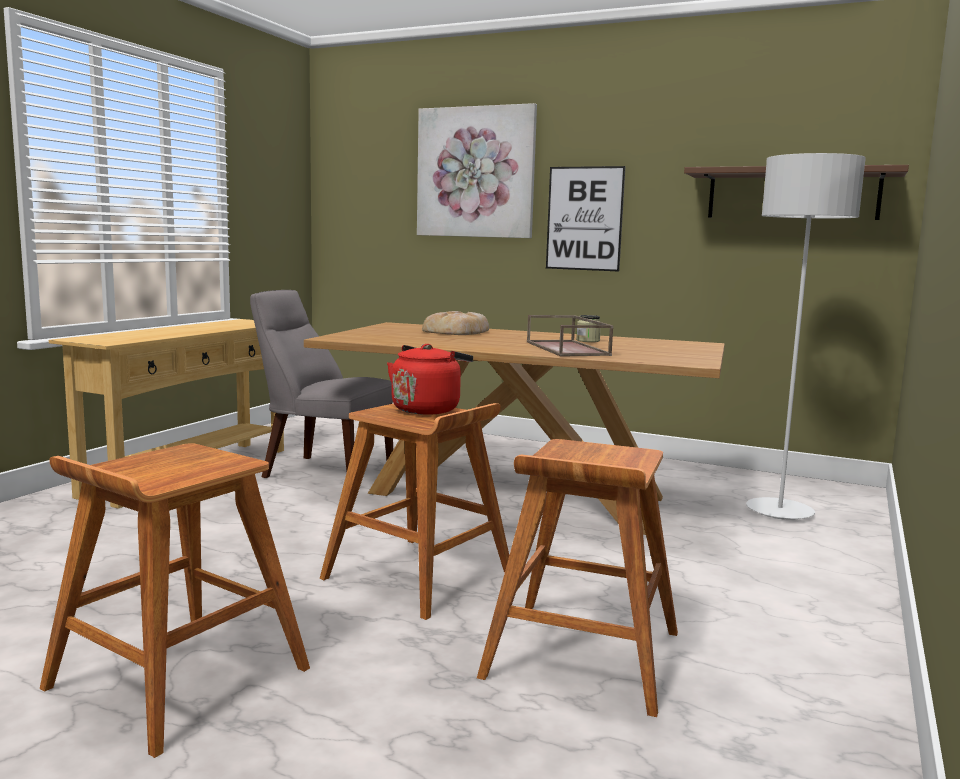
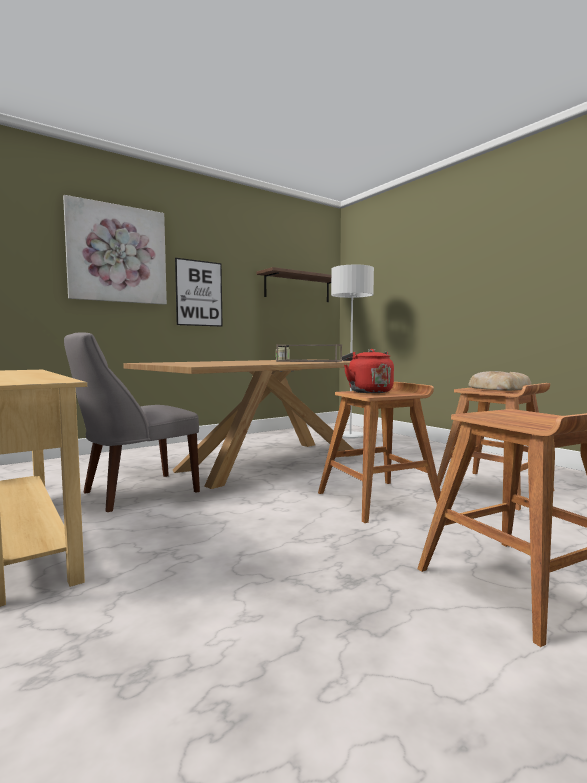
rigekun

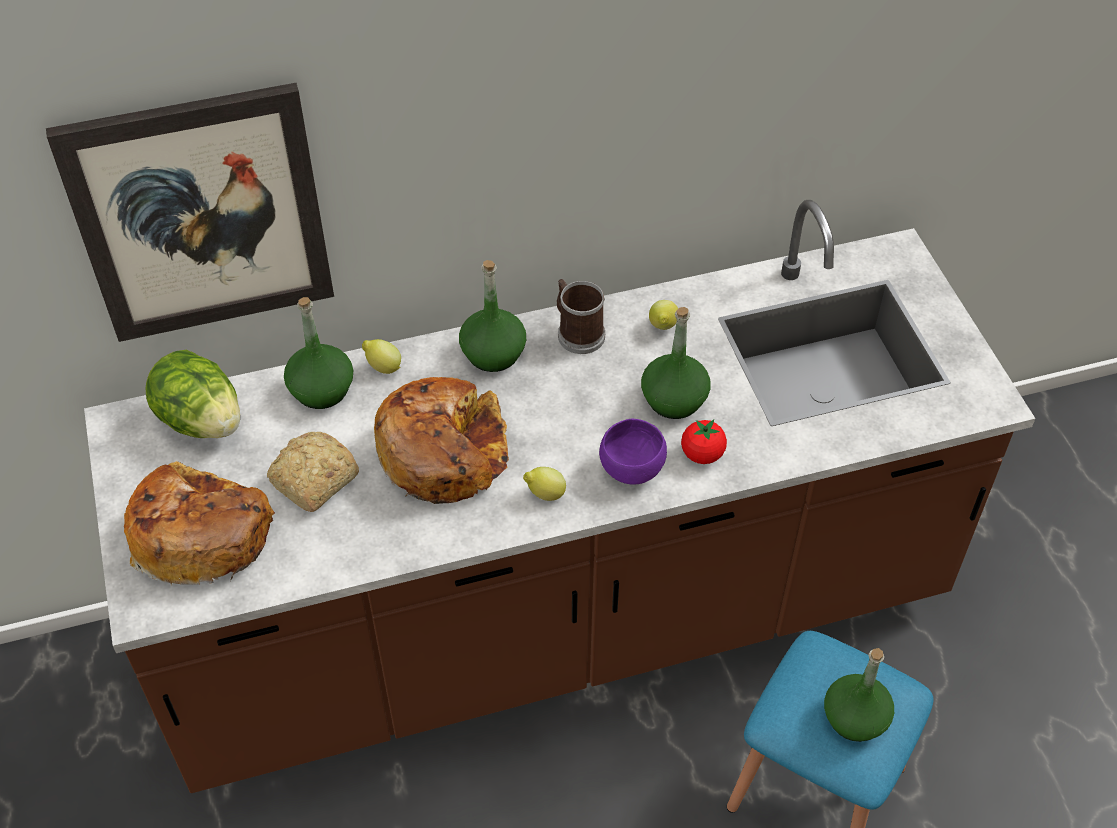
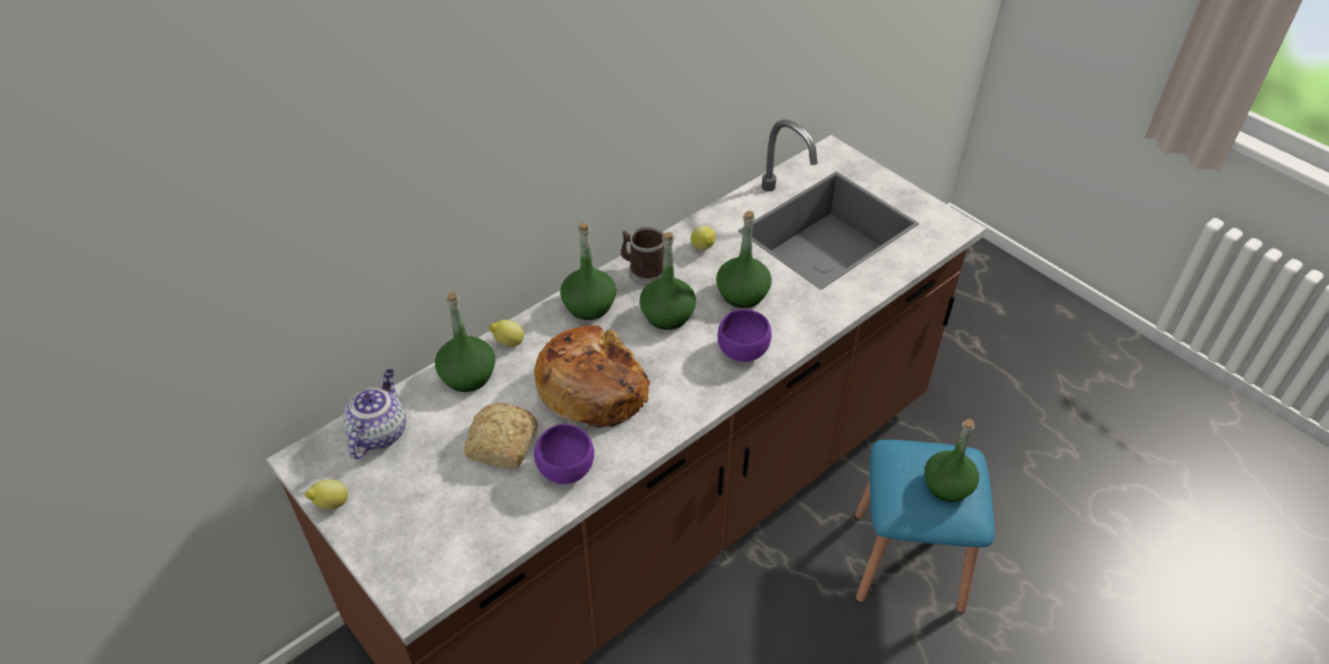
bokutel
rigekun (1st from left in the first image)
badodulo
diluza (1st from left)
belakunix
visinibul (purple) (1st from left)
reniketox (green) (3rd from left)

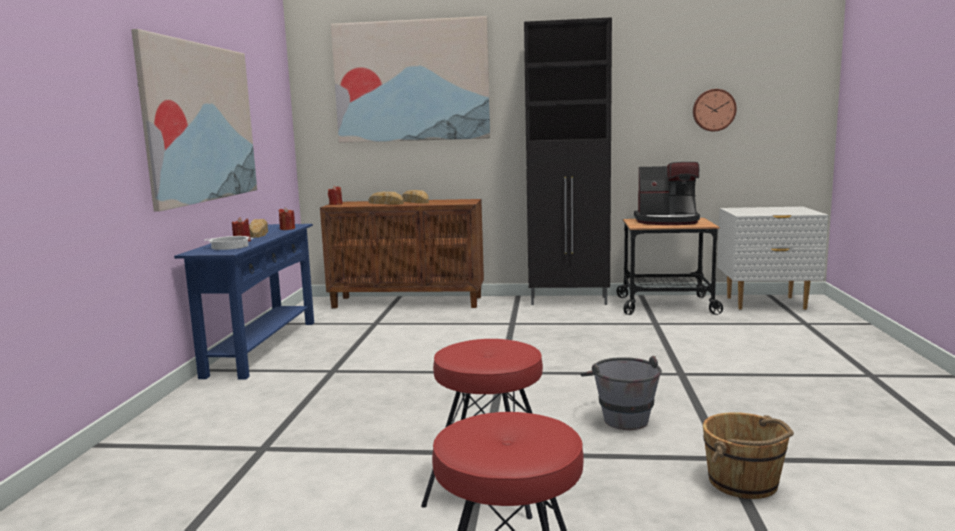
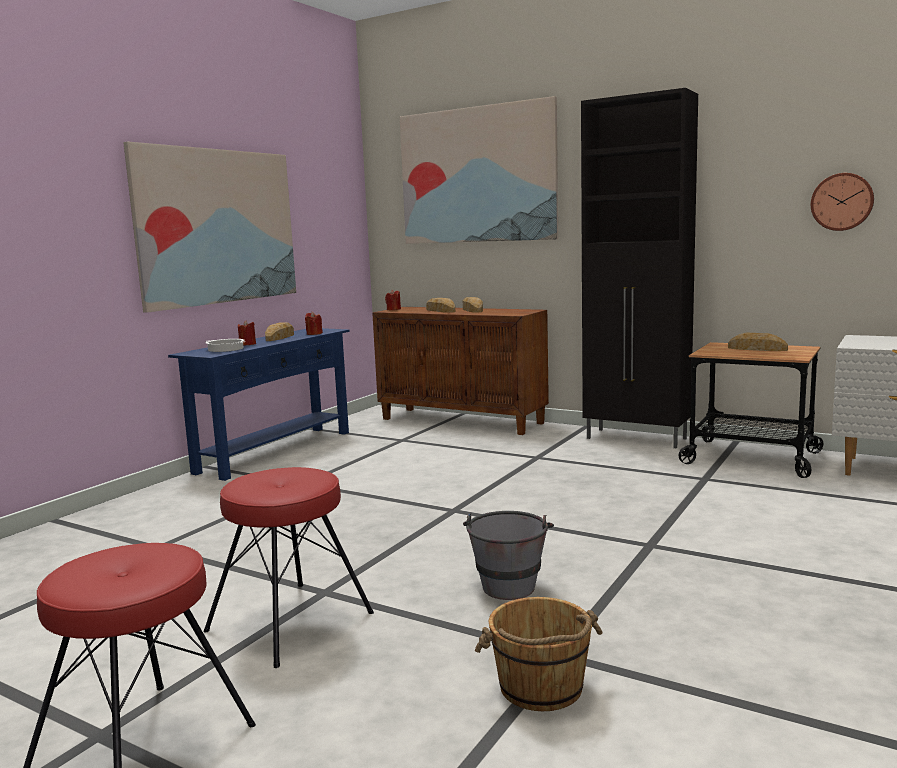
rigekun (4th from left)

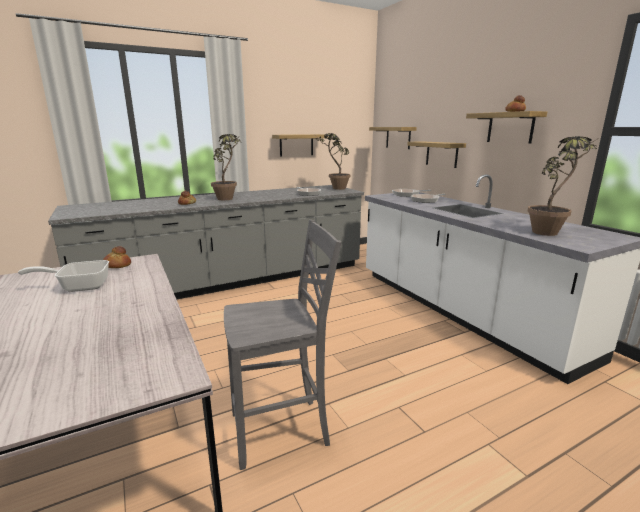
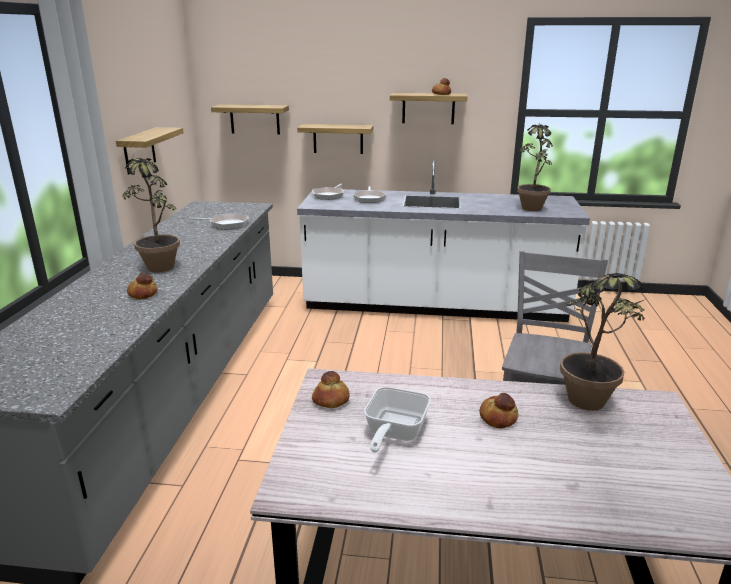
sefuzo (3rd from left)
rigekun (4th from left)

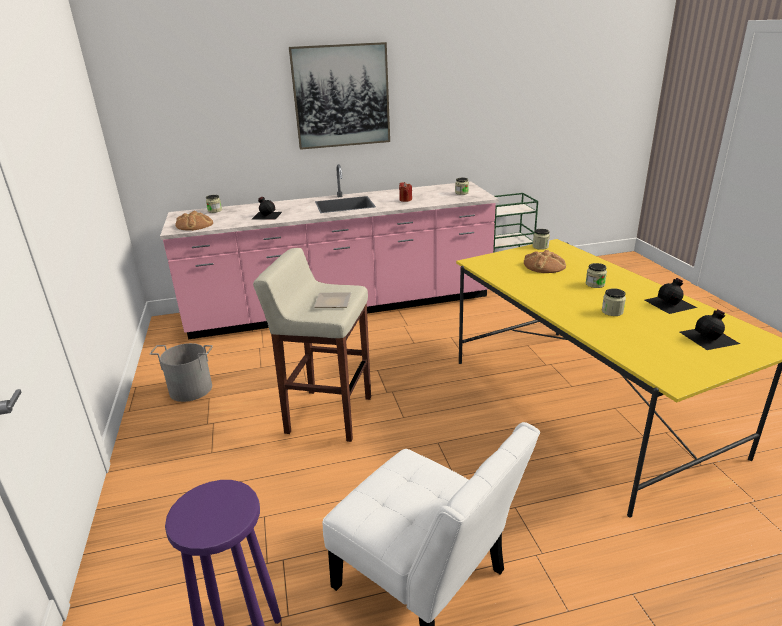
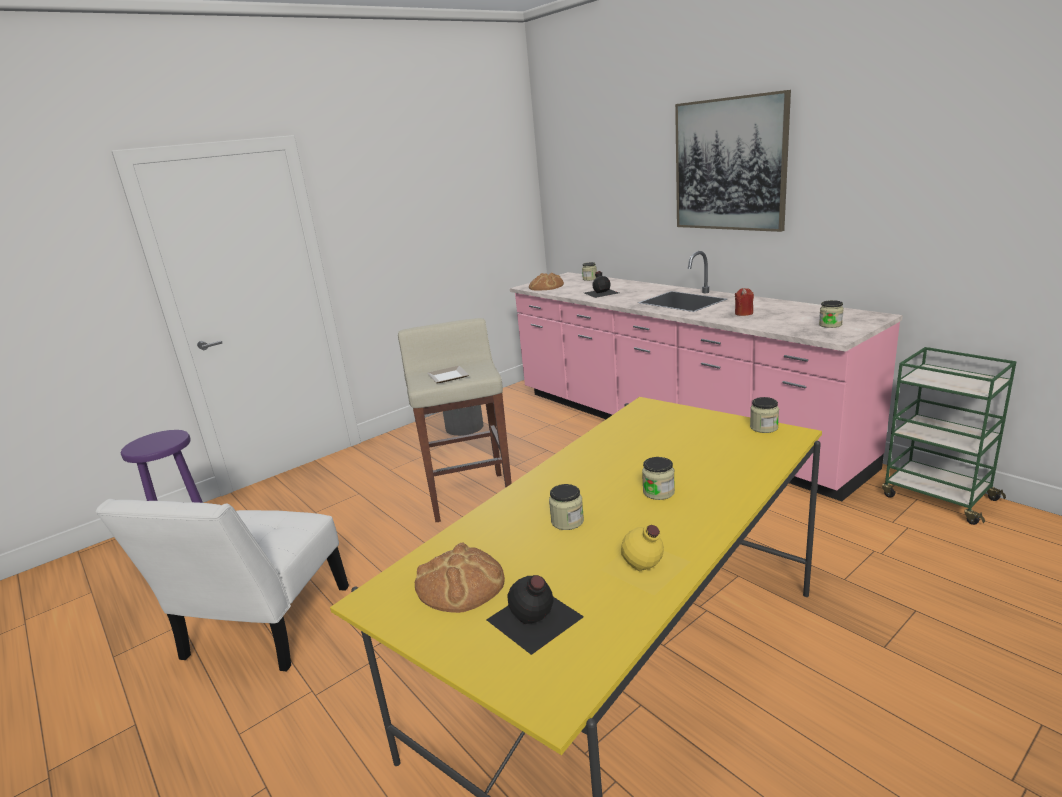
rigekun (1st from left)
reniketox (yellow)

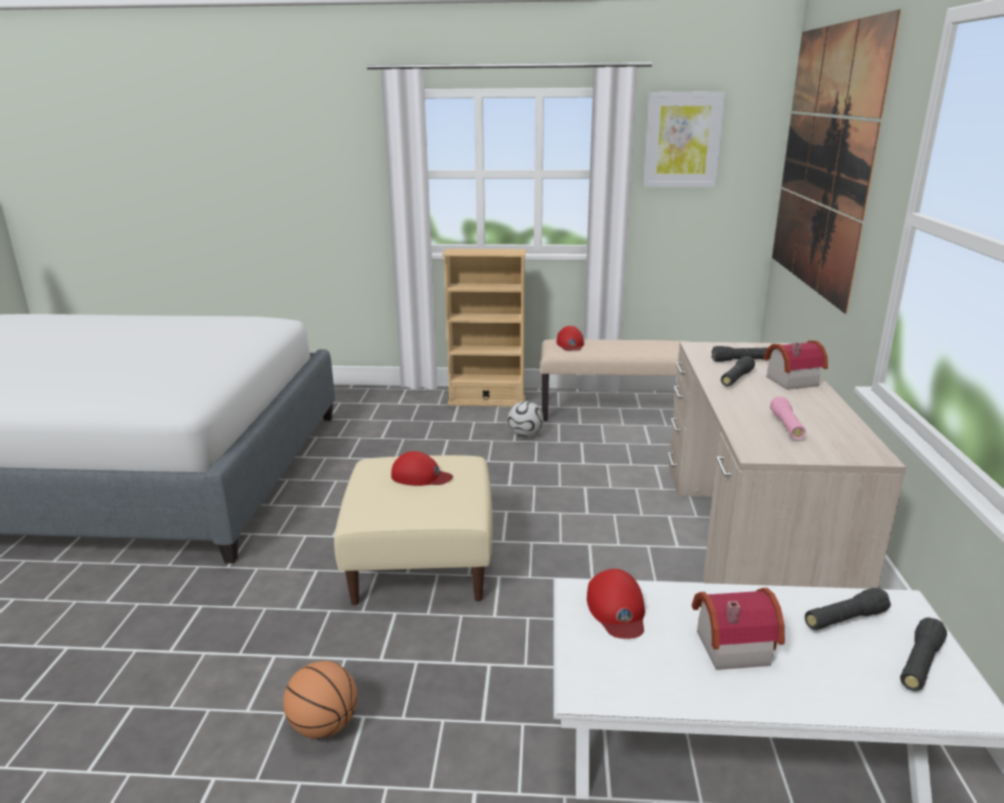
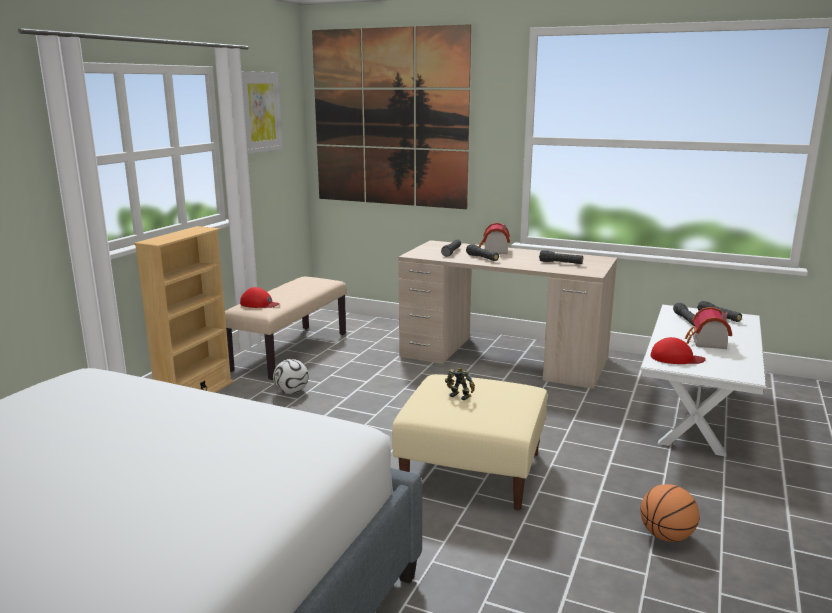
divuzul
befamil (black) (3rd from left)

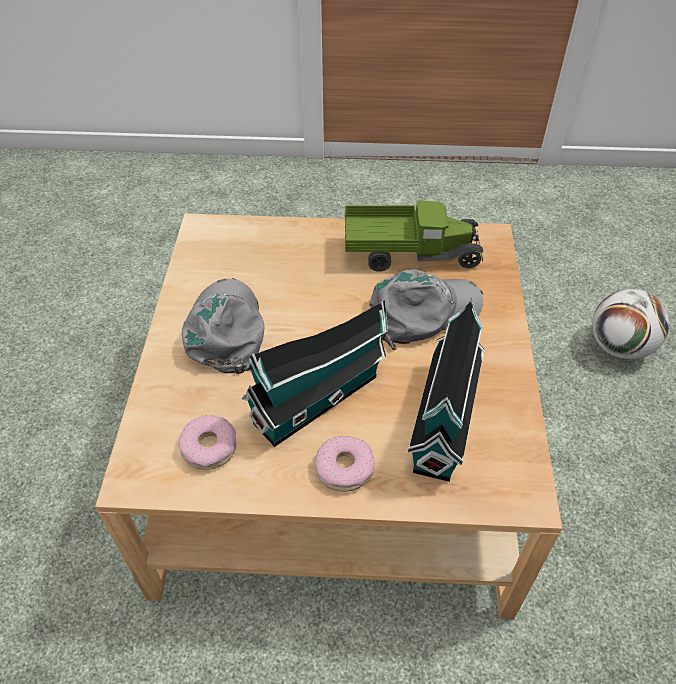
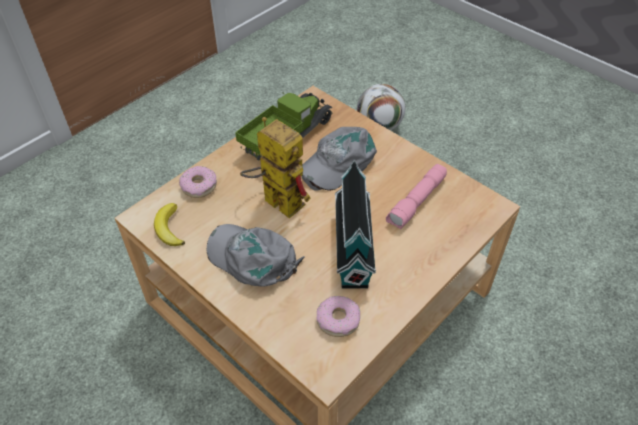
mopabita (1st from left)
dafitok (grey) (2nd from left)
befamil (pink)
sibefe
divuzul

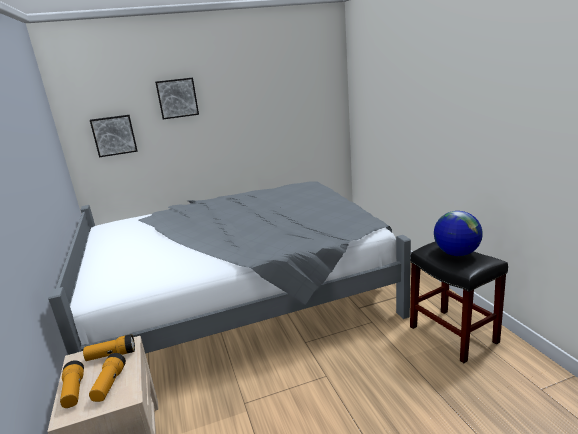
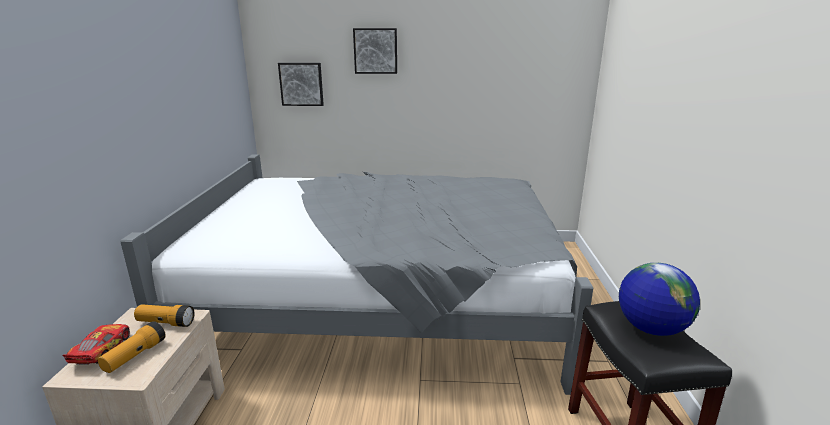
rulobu

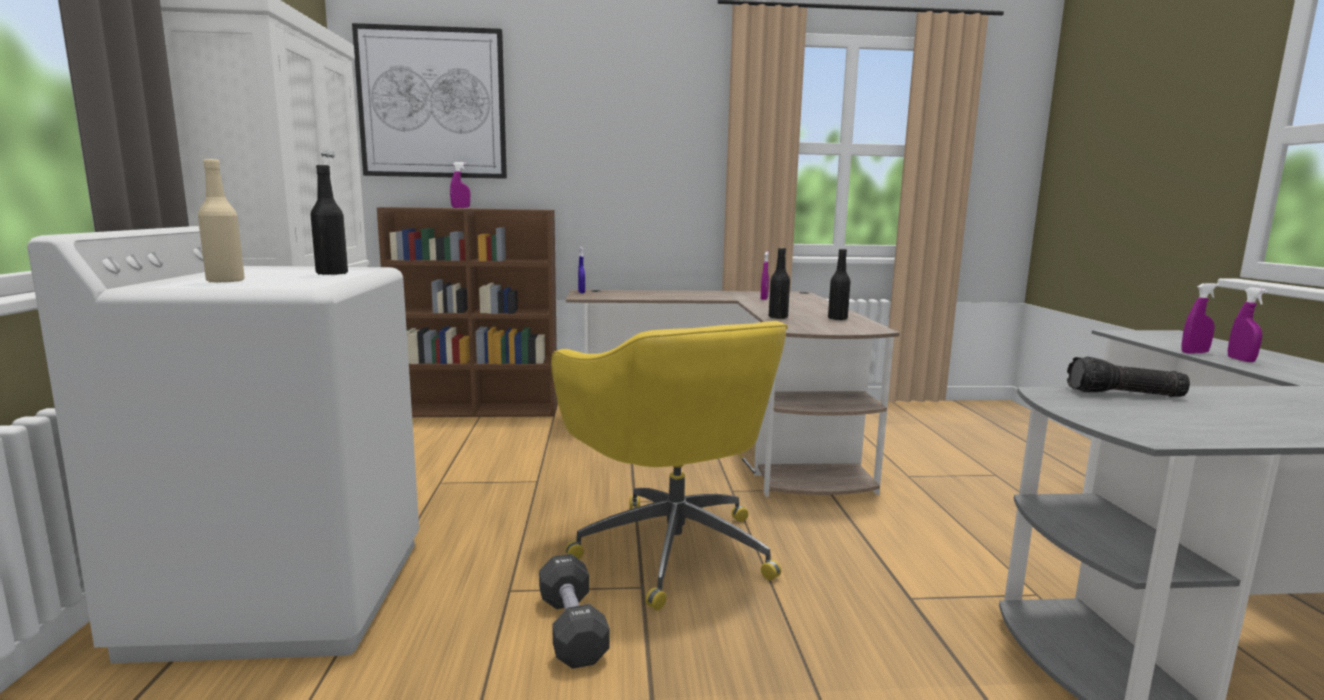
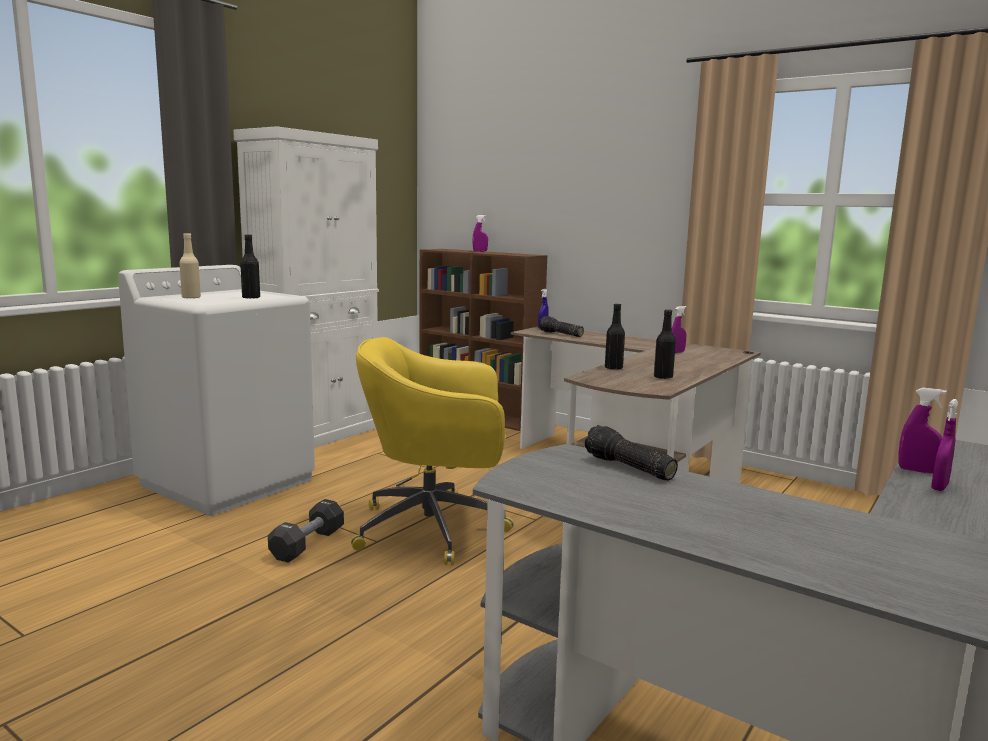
bokutel
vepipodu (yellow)
befamil (1st from left)

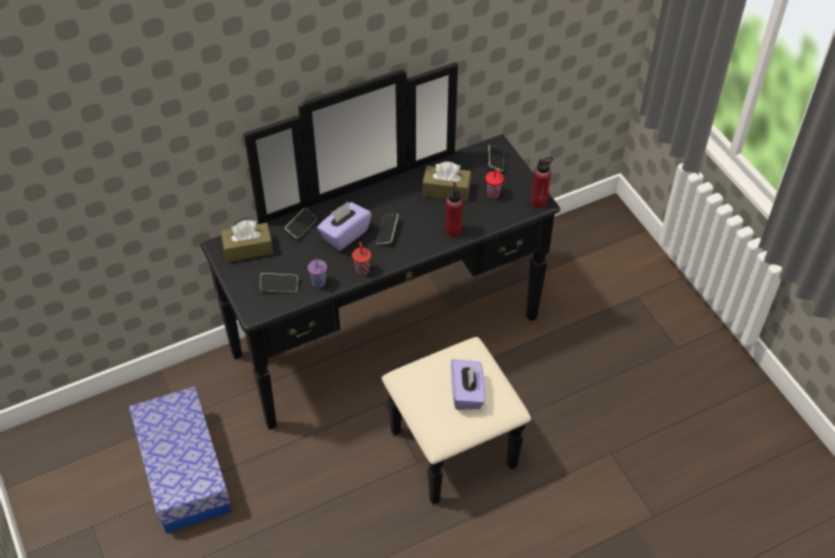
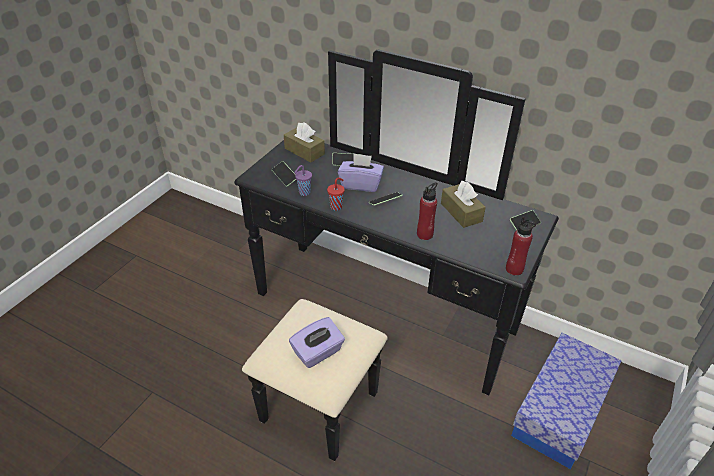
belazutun
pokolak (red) (2nd from left in the first image)

